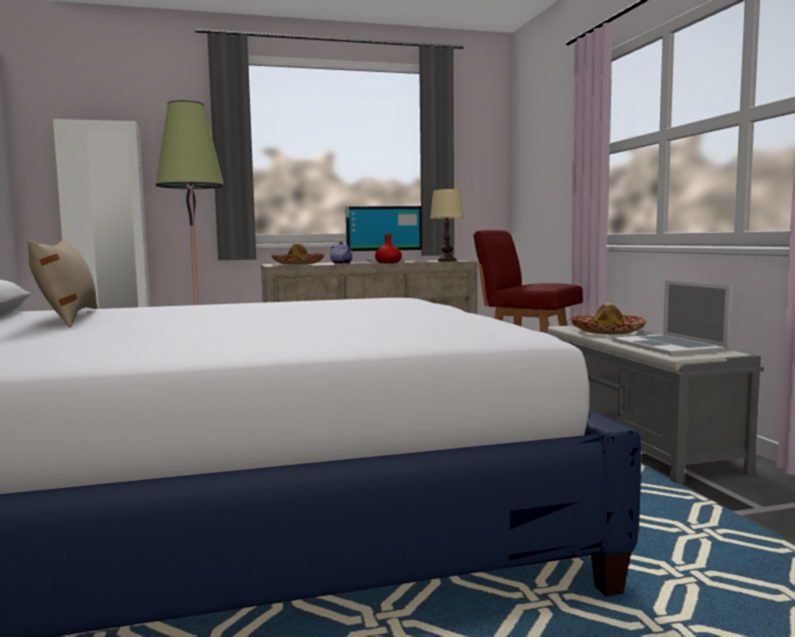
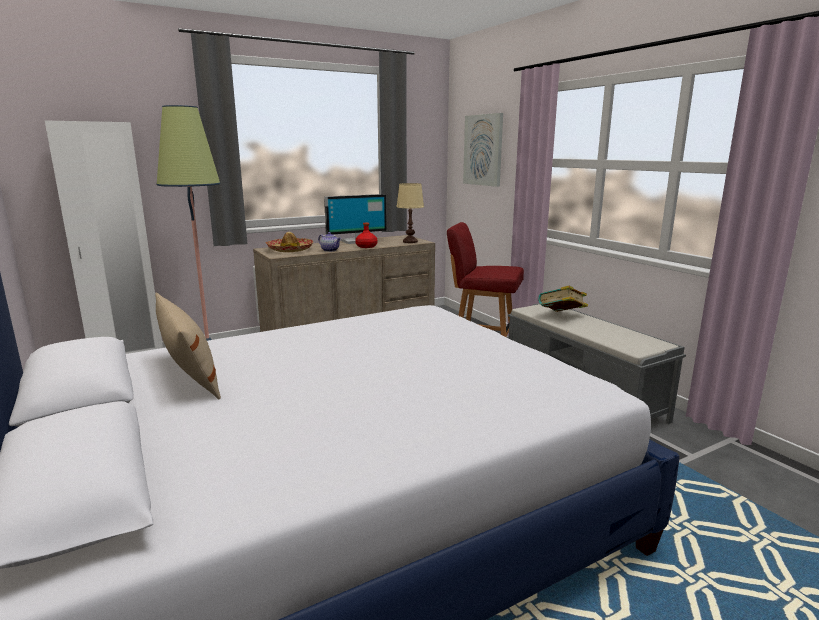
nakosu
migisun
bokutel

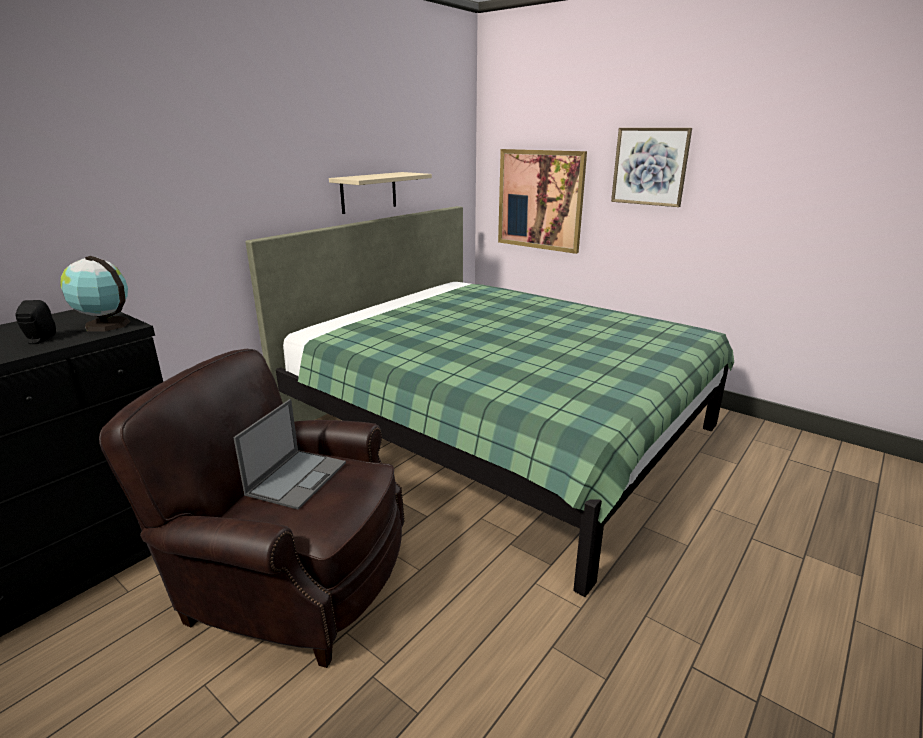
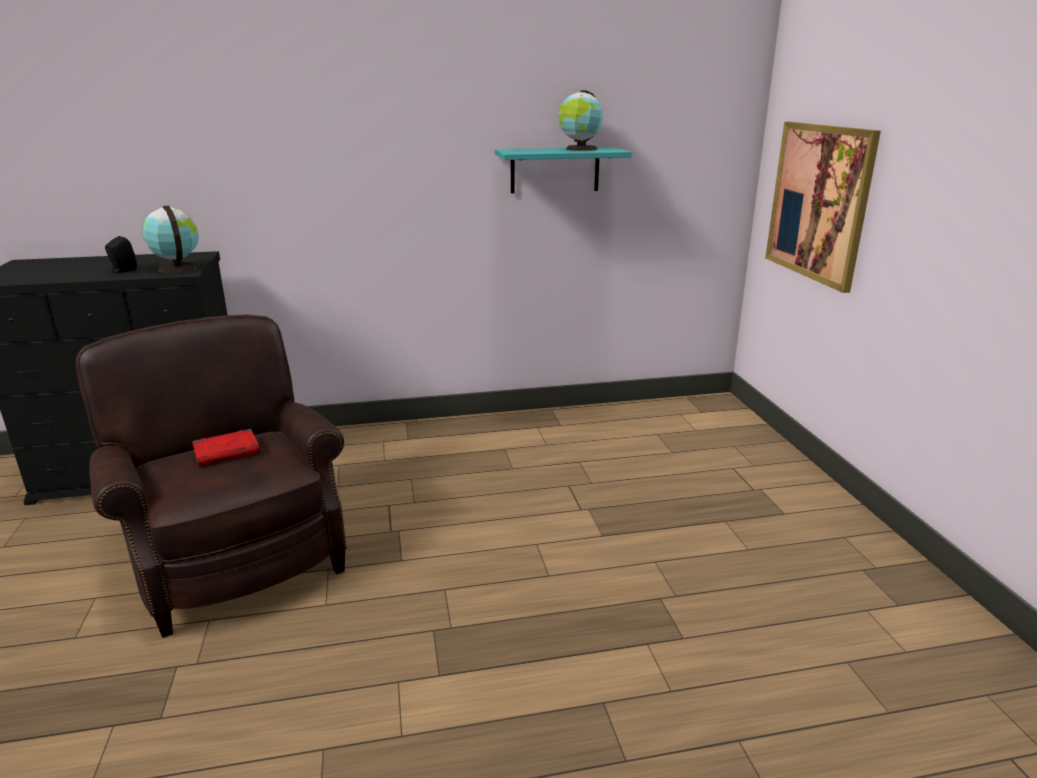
nakosu (red)
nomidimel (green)
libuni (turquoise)
bokutel (2nd from left in the first image)
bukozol (2nd from left)

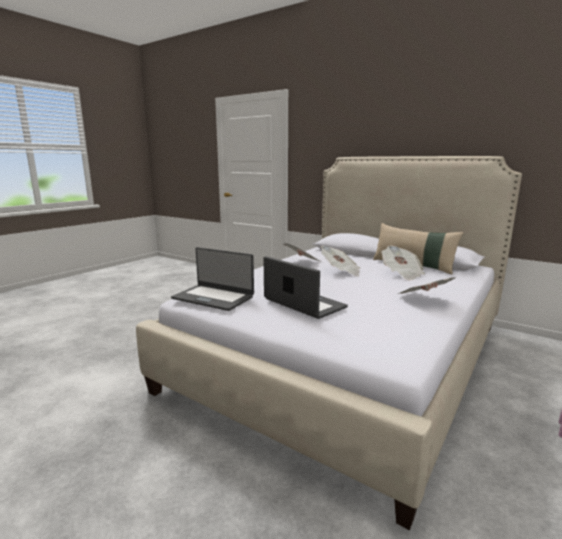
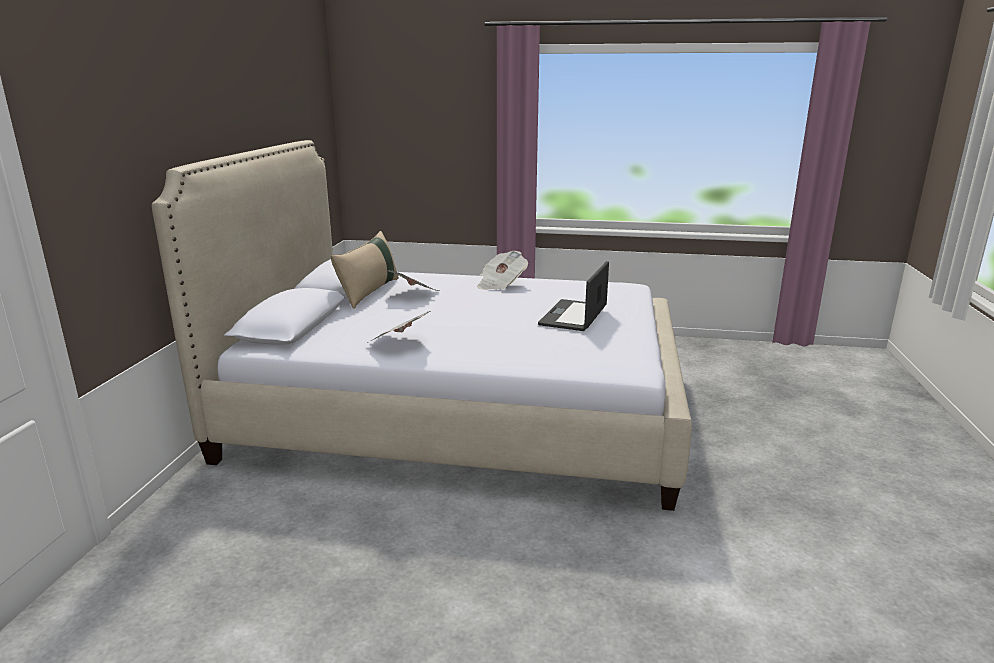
migisun (1st from left in the first image)
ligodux (2nd from left in the first image)

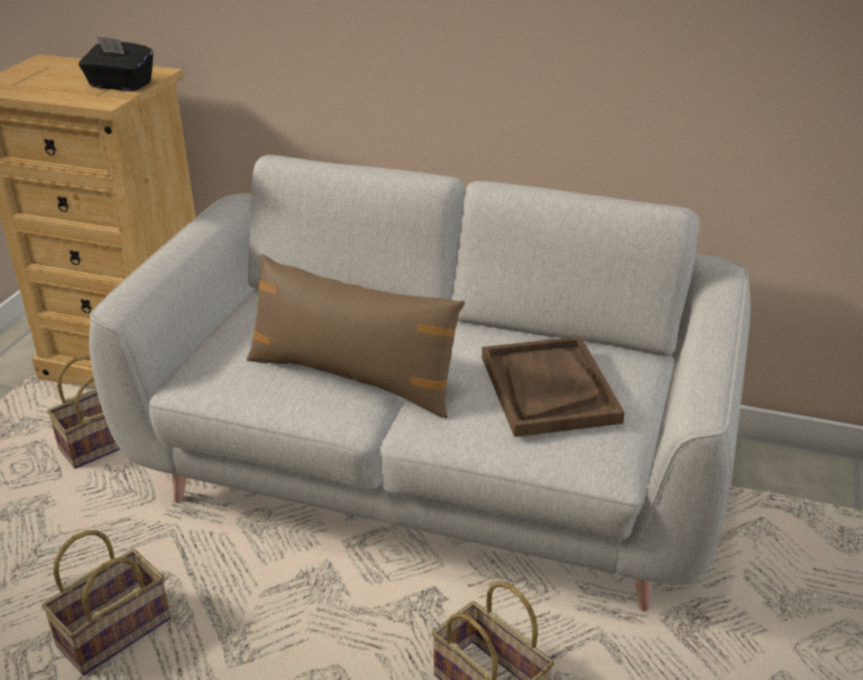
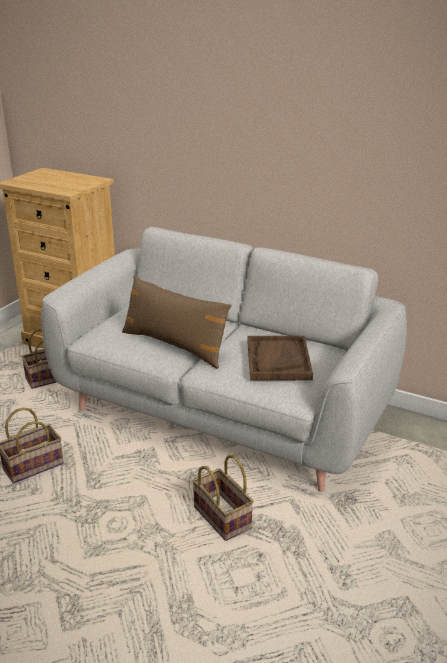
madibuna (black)

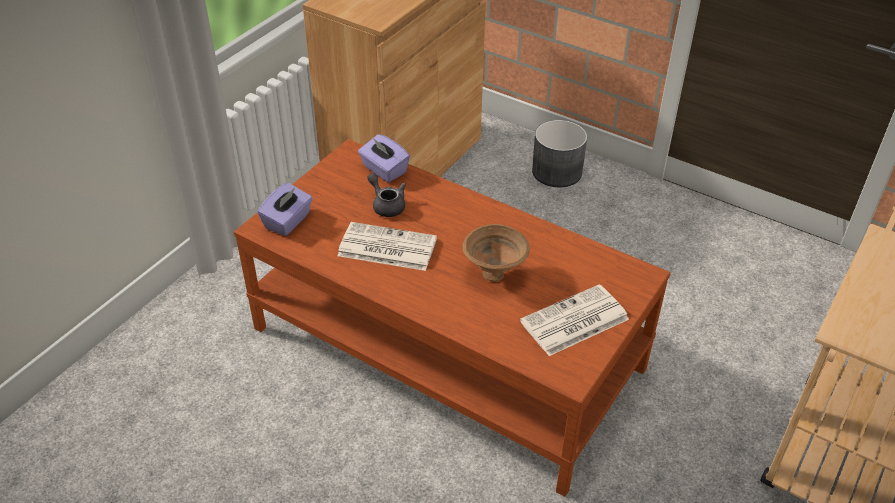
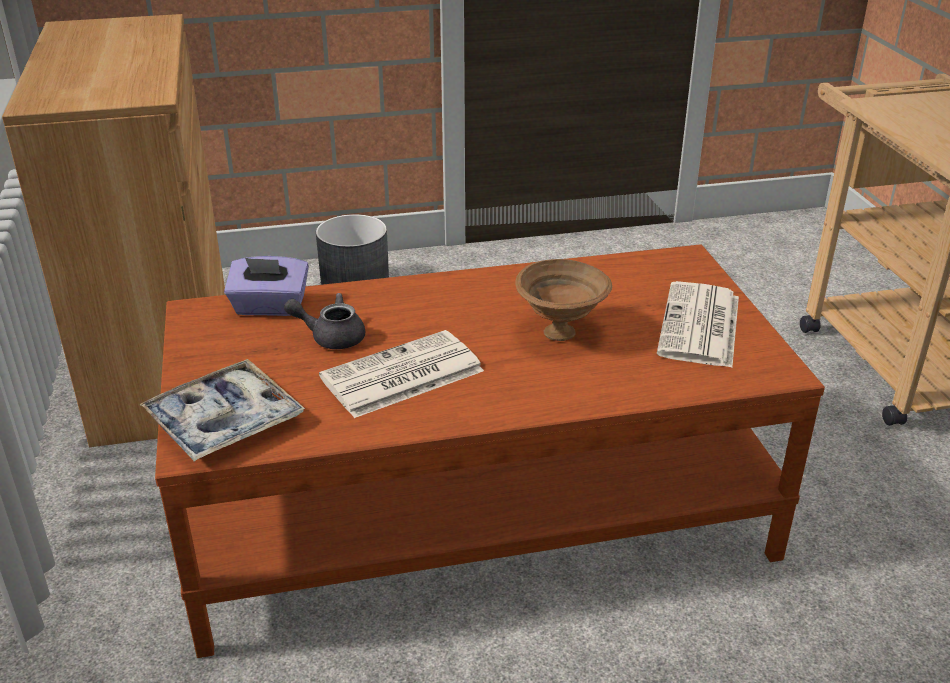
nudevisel

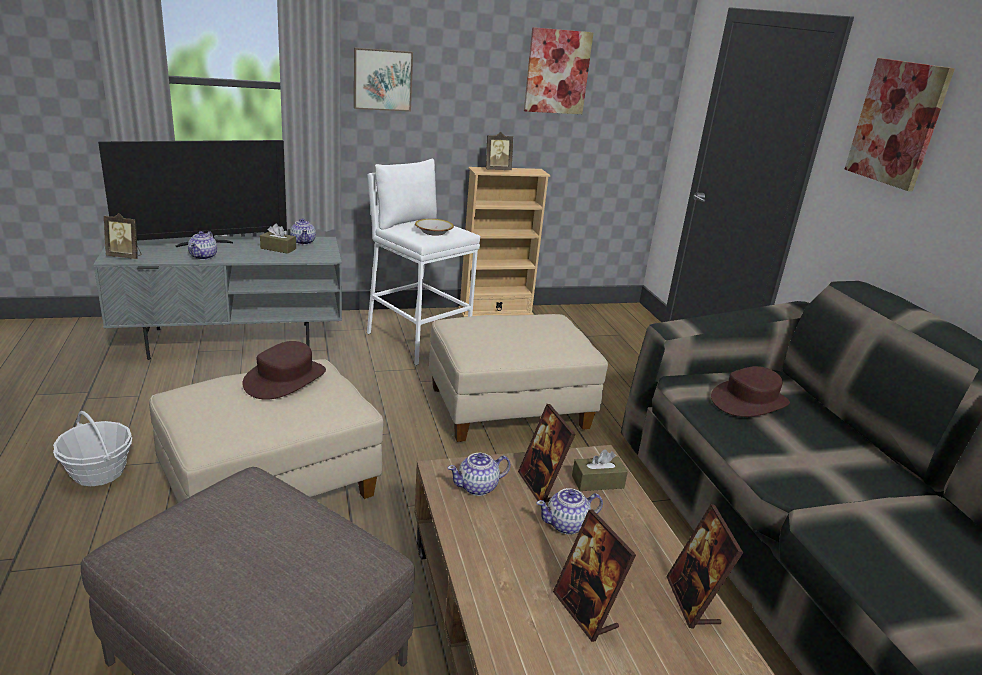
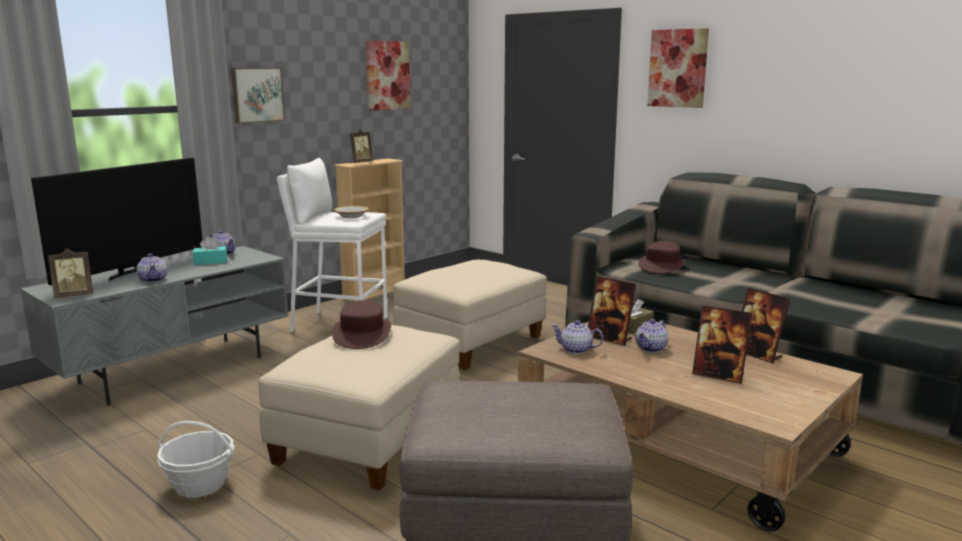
madibuna (turquoise)
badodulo (3rd from left)

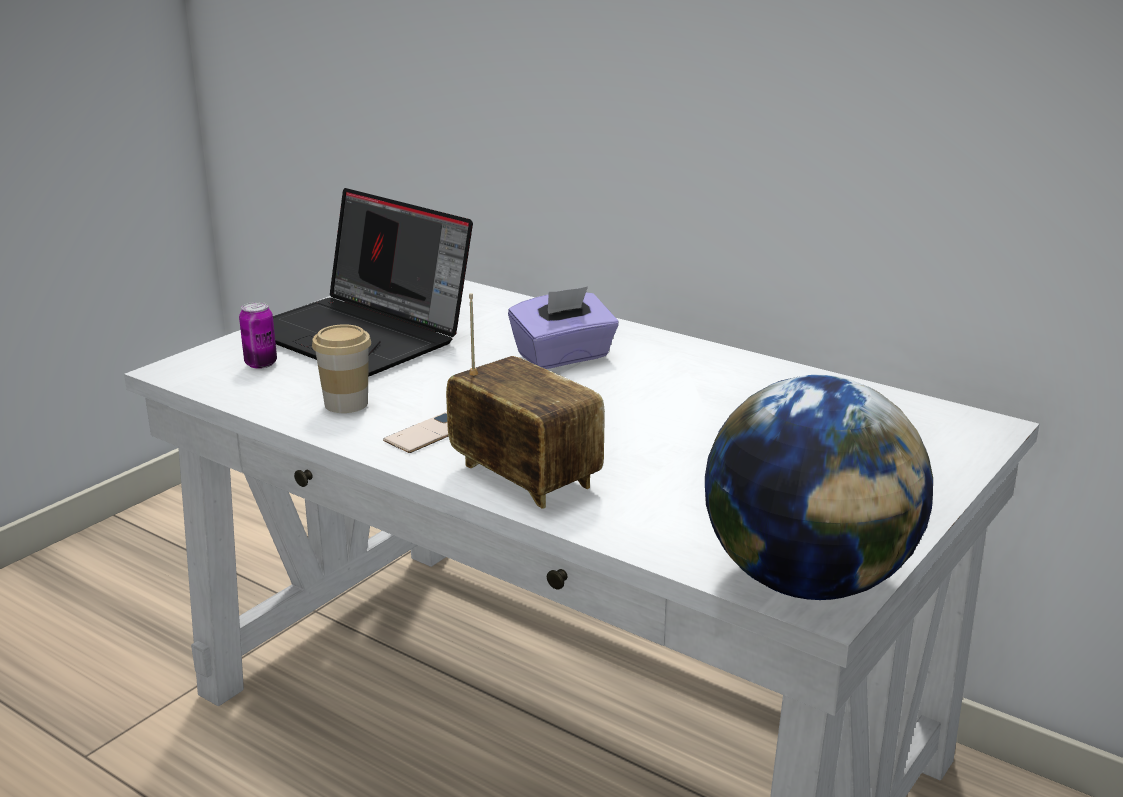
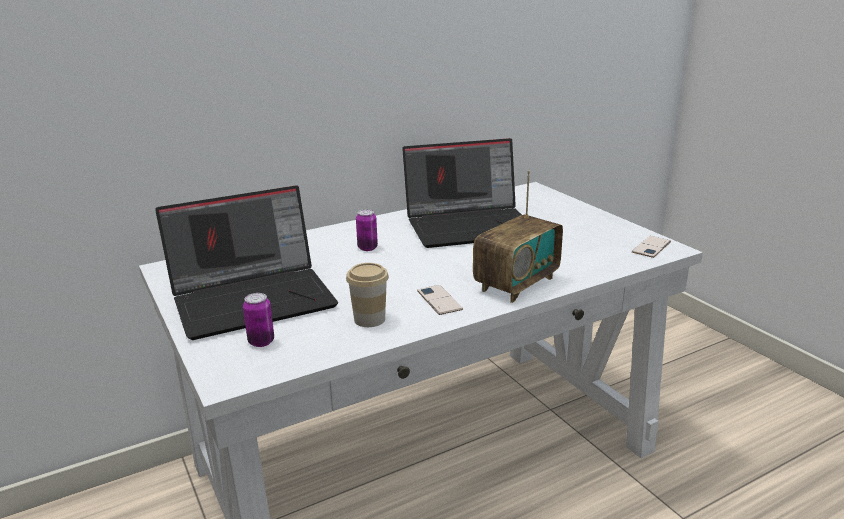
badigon
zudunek (2nd from left)
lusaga (2nd from left)
migisun (2nd from left)

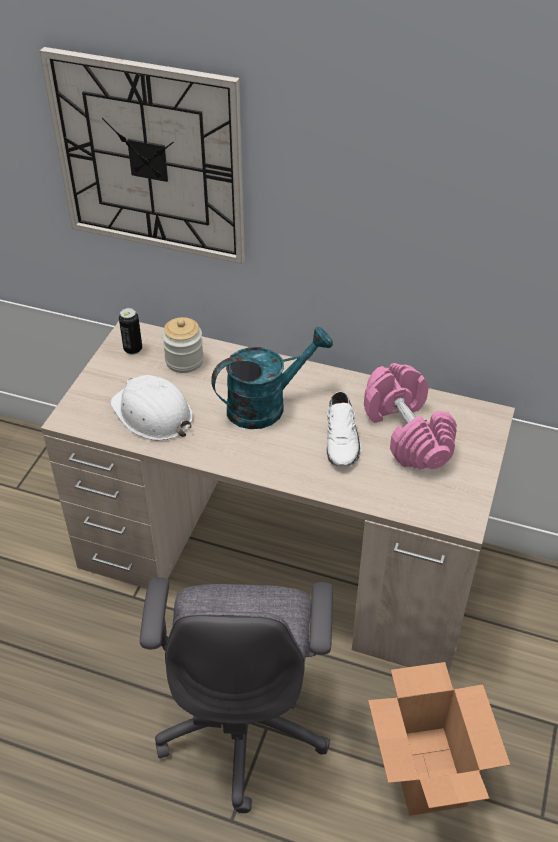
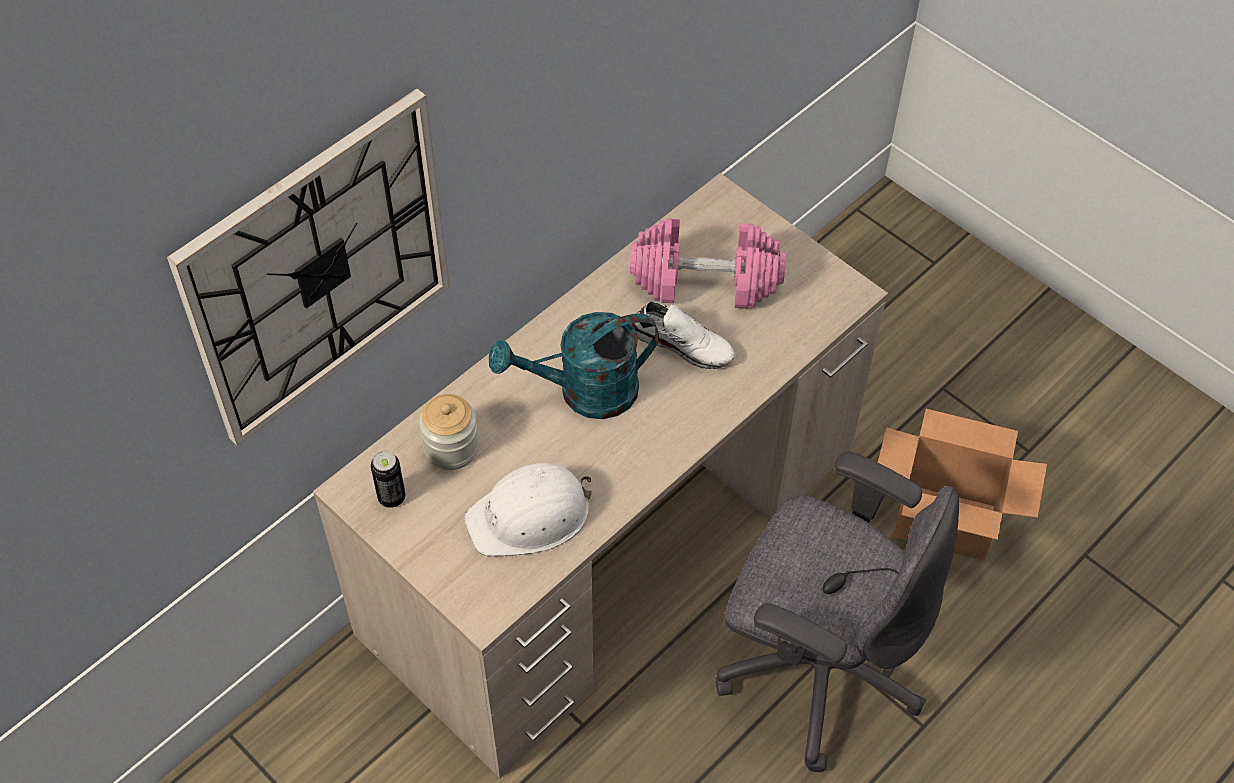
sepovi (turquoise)

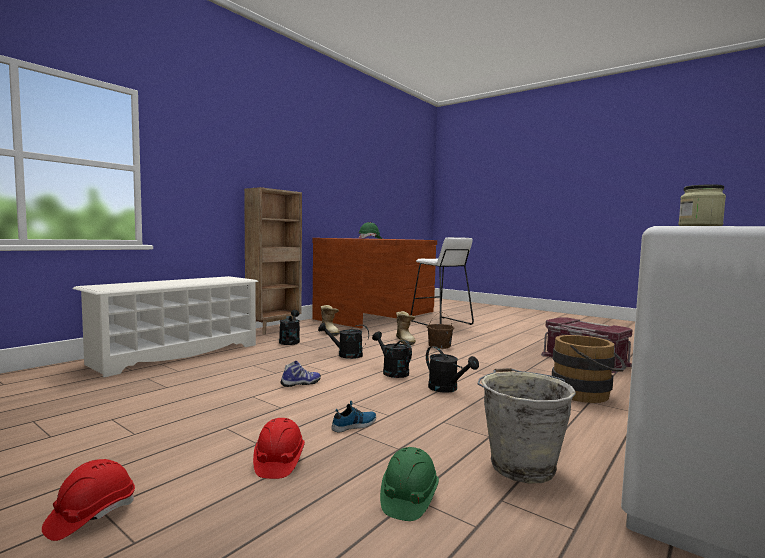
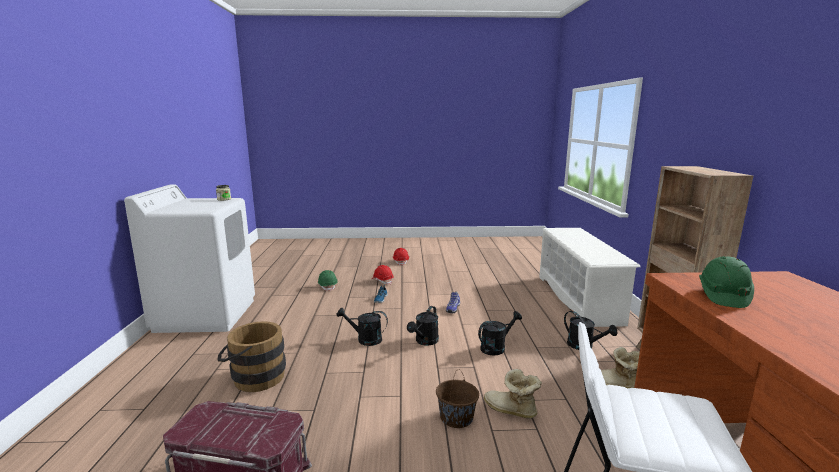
sepovi (black) (2nd from left)
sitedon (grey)

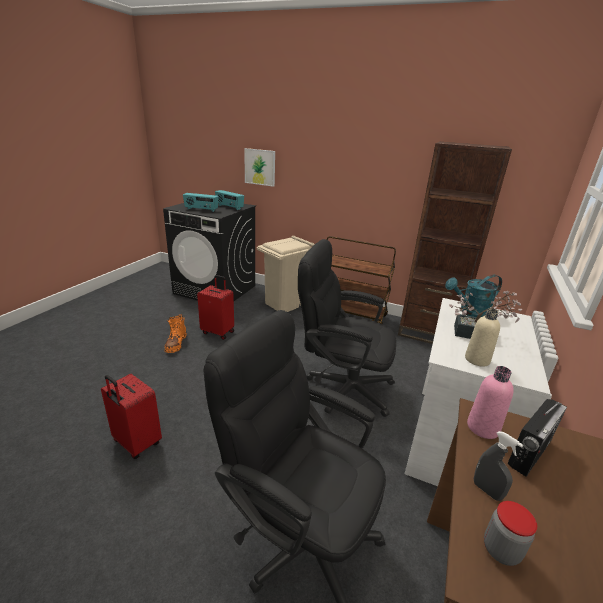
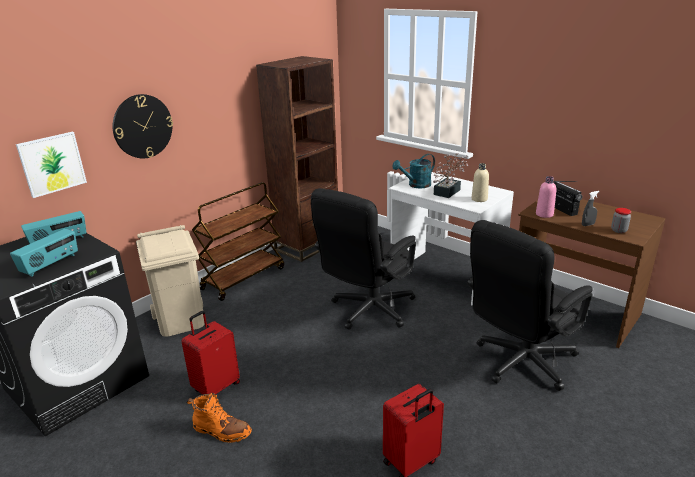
sepovi (turquoise)
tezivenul

